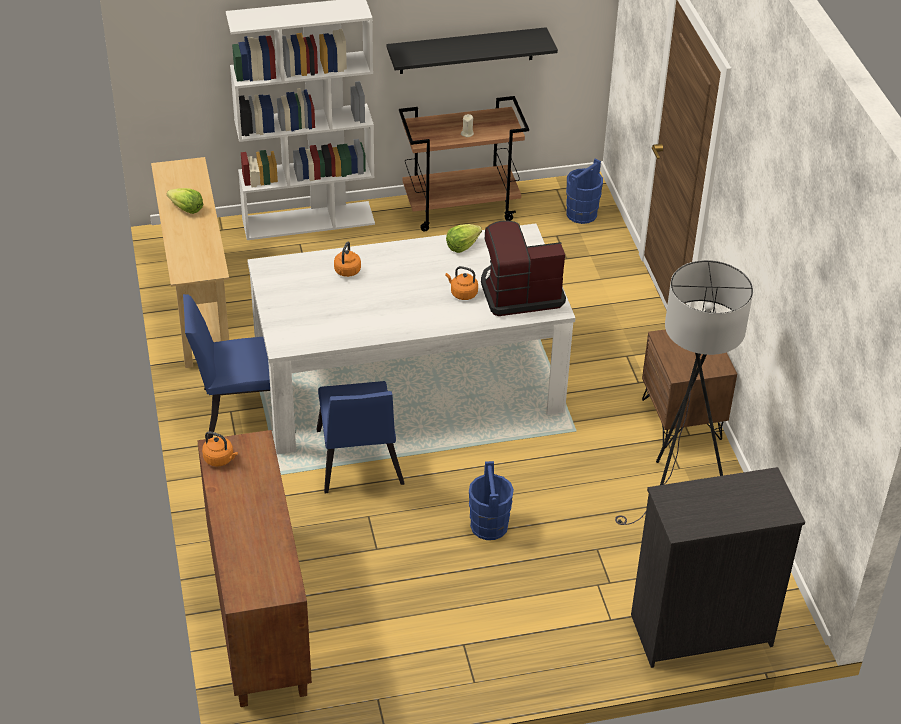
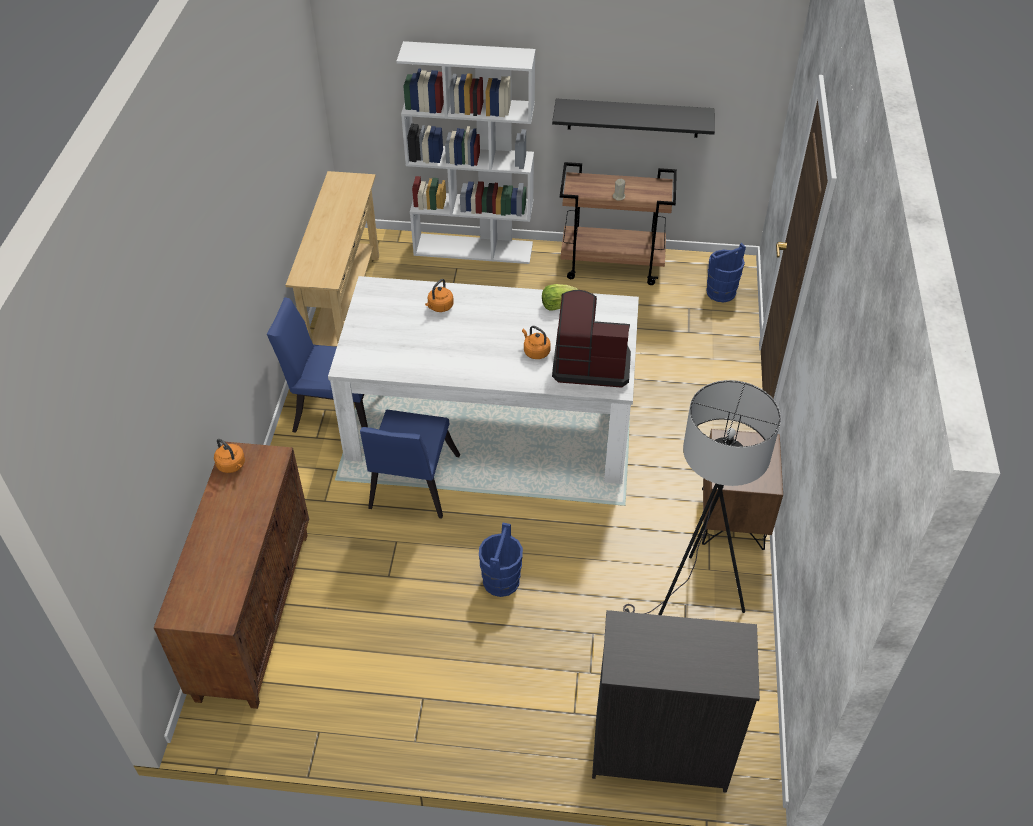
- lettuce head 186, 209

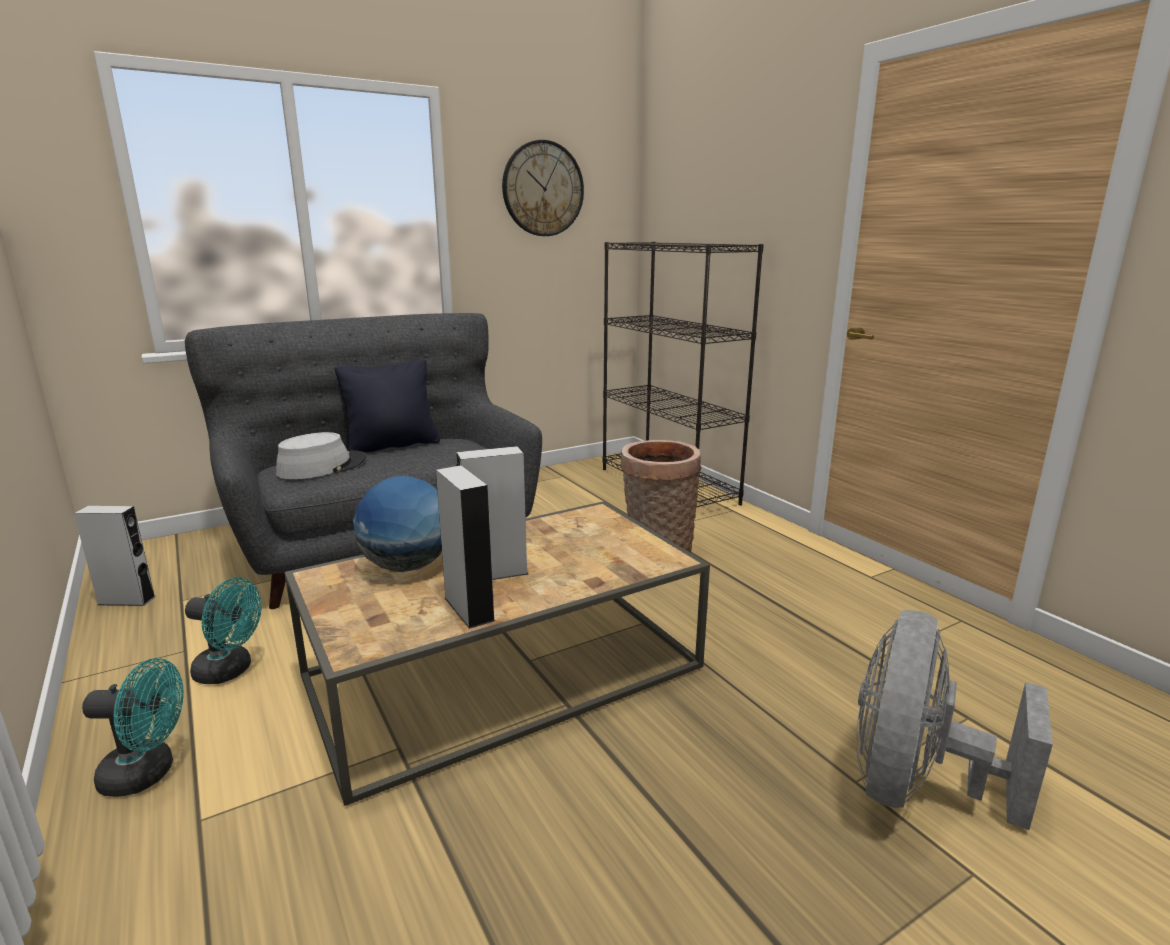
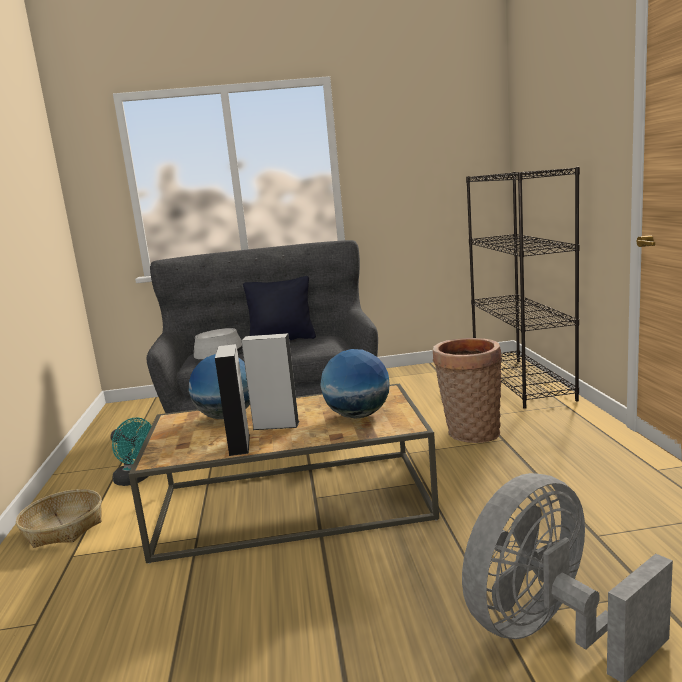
- audio speaker (gray) 126, 600
- hanging clock 543, 189
+ globe 357, 415
~ electric fan (turquoise) 148, 773 to storage basket 63, 527

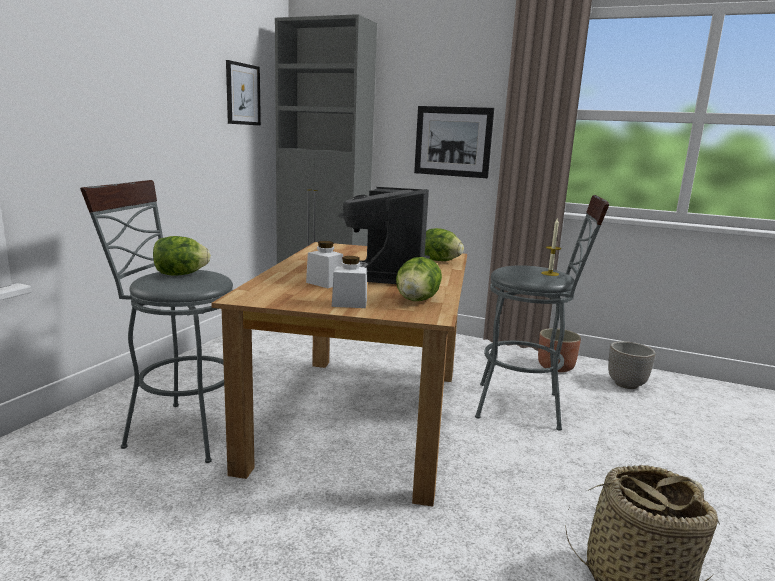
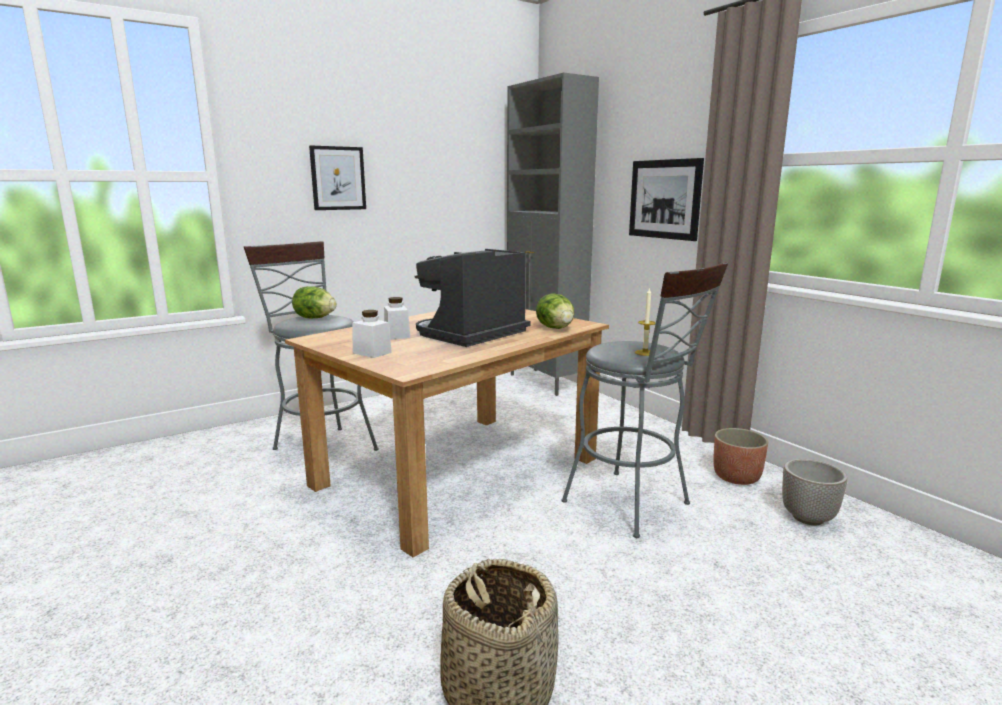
- lettuce head 417, 300
~ wall art 242, 94 to 338, 178

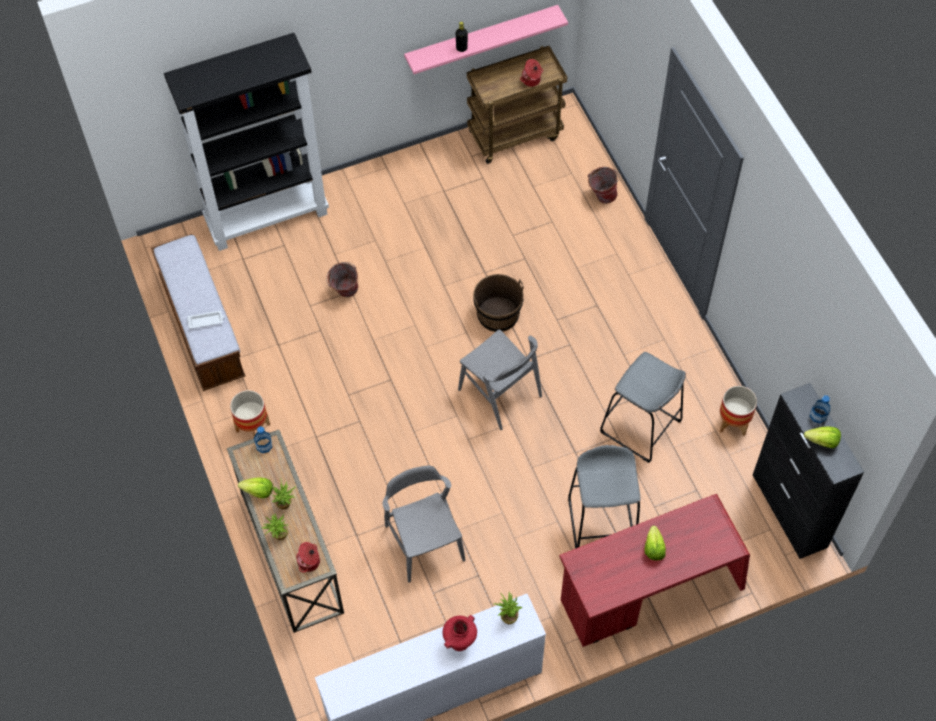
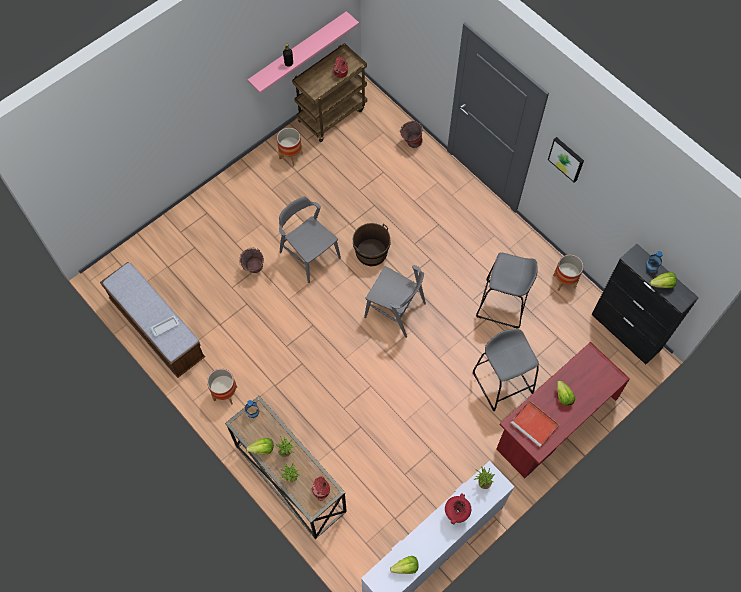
- bookcase (blackish) 268, 217
+ planter 291, 156
+ lettuce head 405, 567
+ serving tray (reddish) 535, 424
+ wall art 566, 159
~ chair (gray) 425, 542 to 310, 255

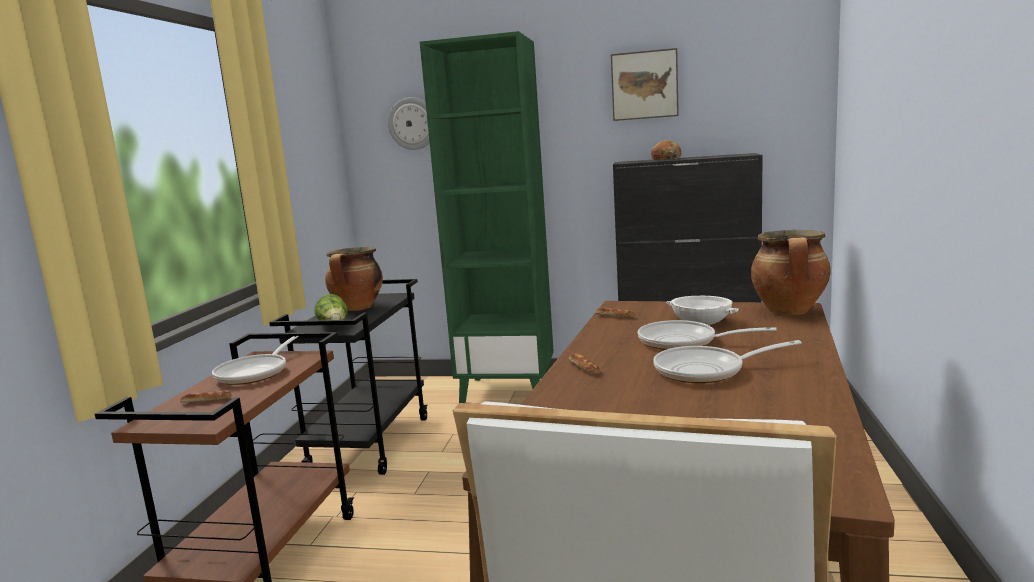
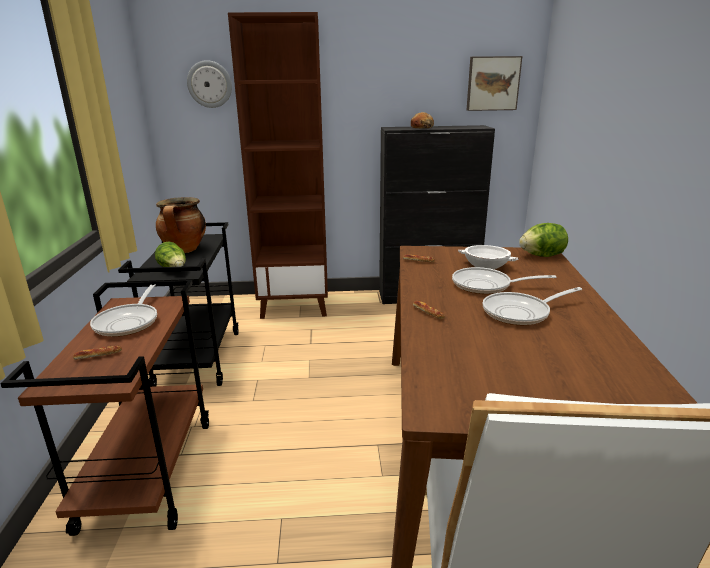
~ wall art 644, 85 to 492, 83
~ stockpot 790, 311 to lettuce head 541, 256
~ bookcase (green) 508, 390 to bookcase (brown) 295, 305

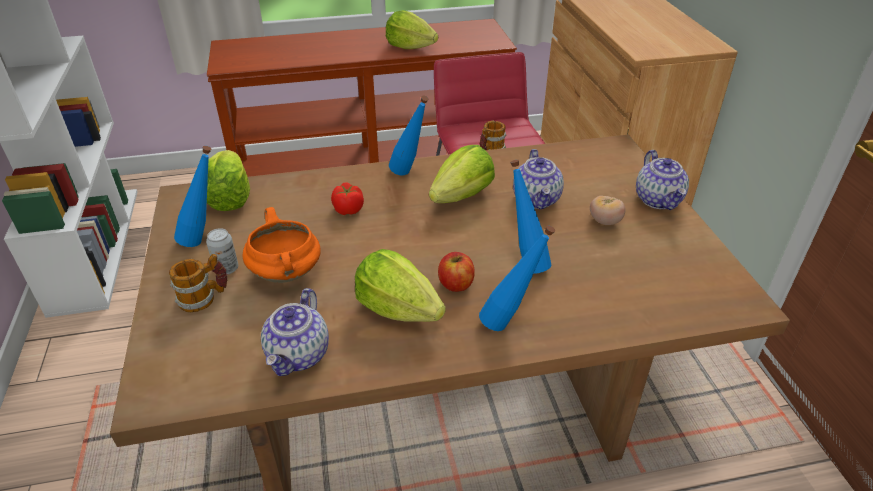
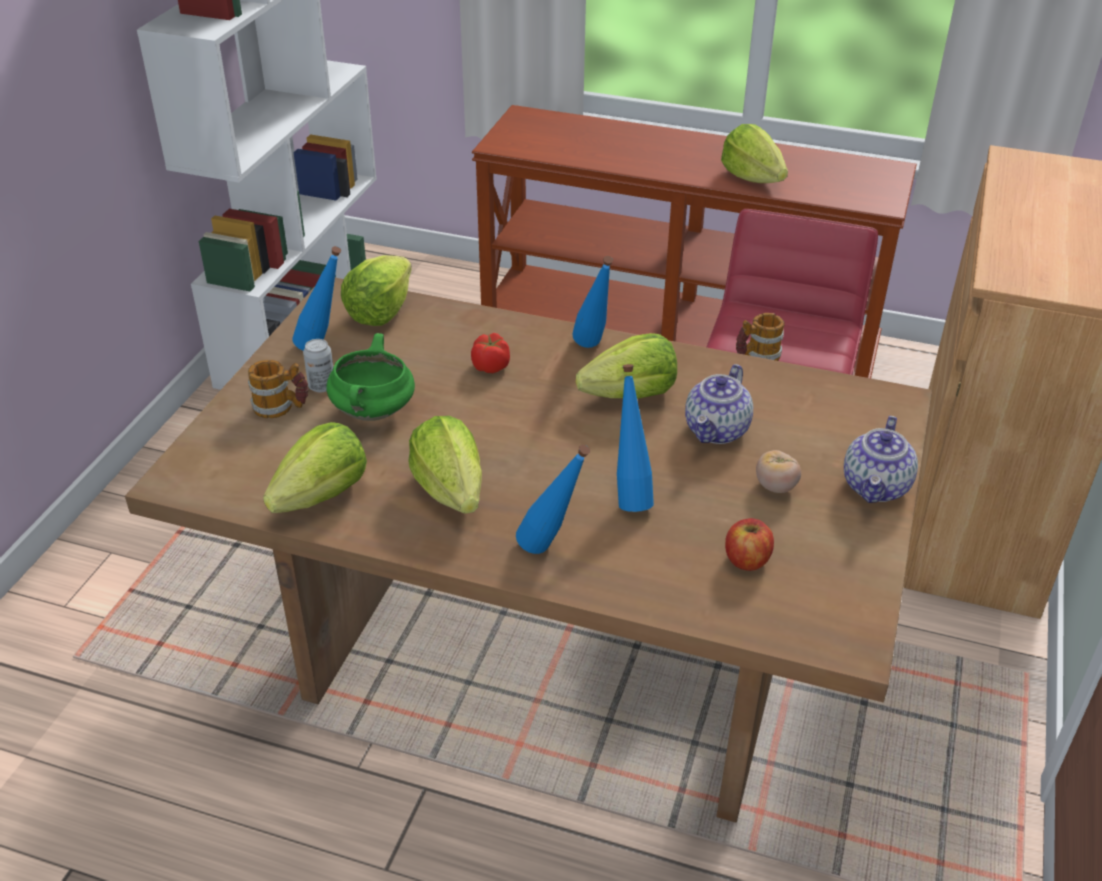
~ apple fruit 455, 284 to 746, 560
~ tea pot 299, 355 to lettuce head 322, 496
~ stockpot (orange) 287, 273 to stockpot (green) 374, 412

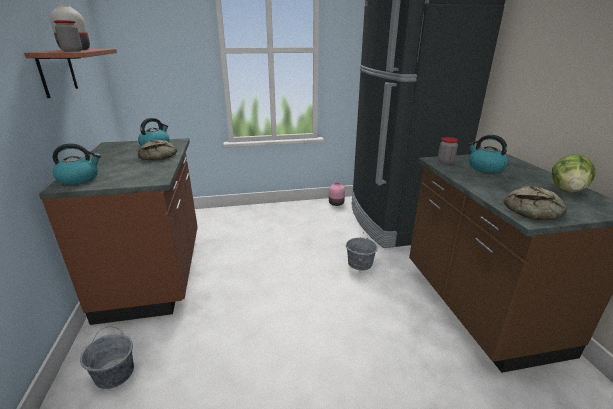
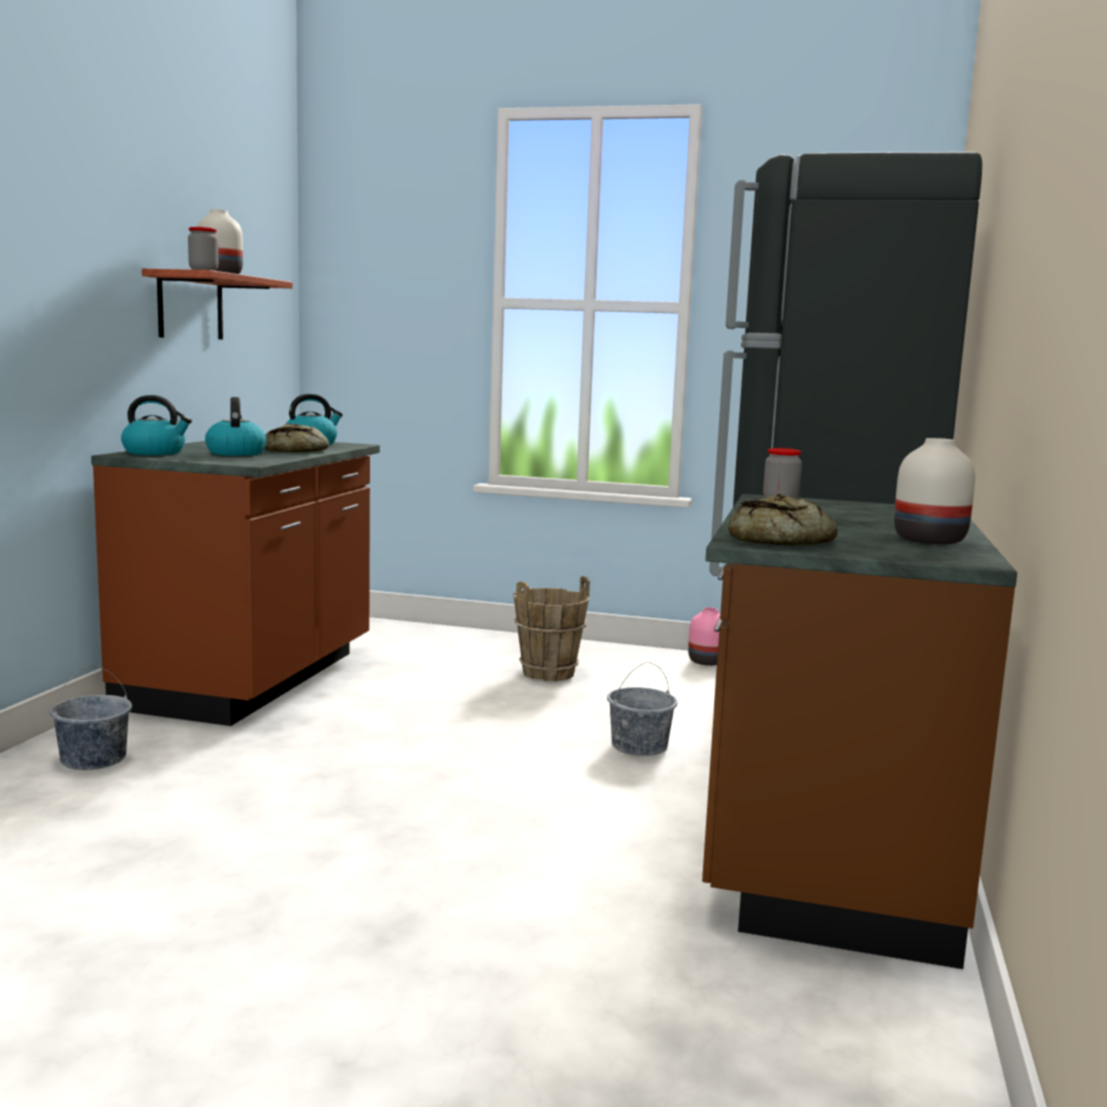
+ bucket (brown) 548, 673
~ kettle 485, 167 to 235, 453
~ lettuce head 567, 190 to flower vase (white) 931, 540

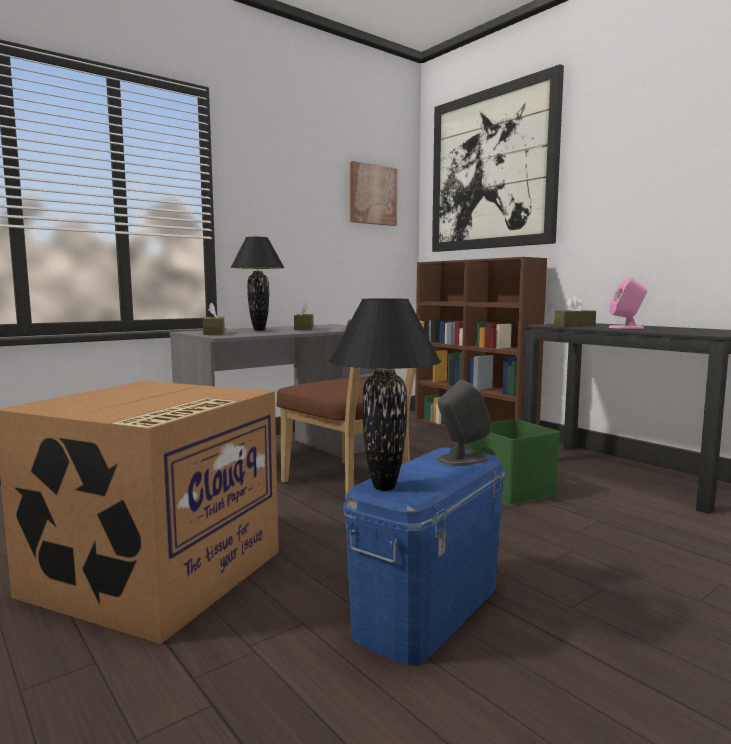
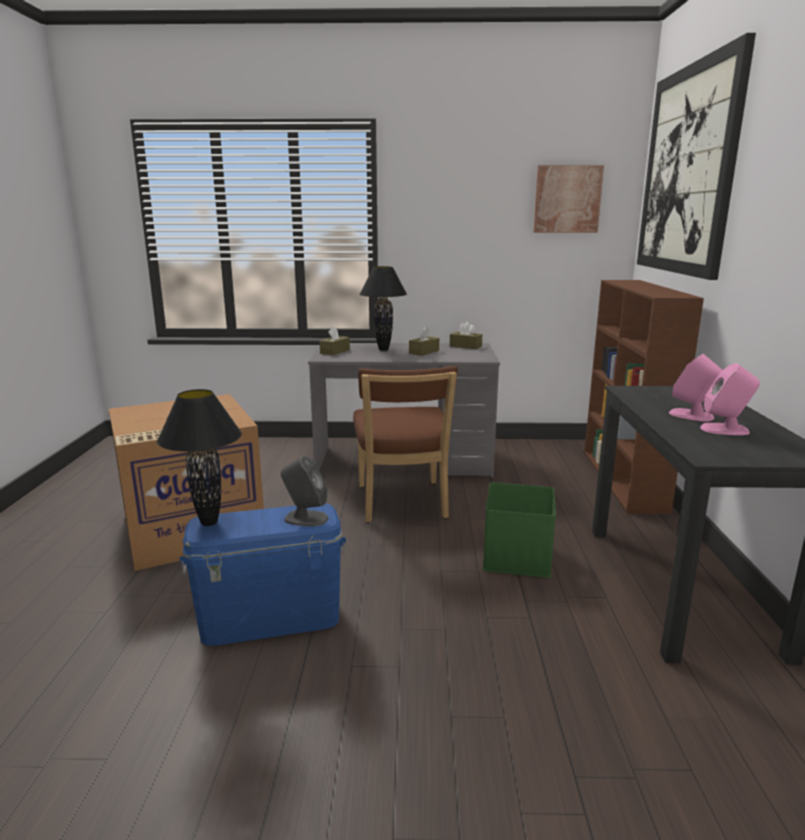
+ audio speaker (pink-coloured) 725, 429
~ box of tissues (brown) 574, 325 to 465, 346

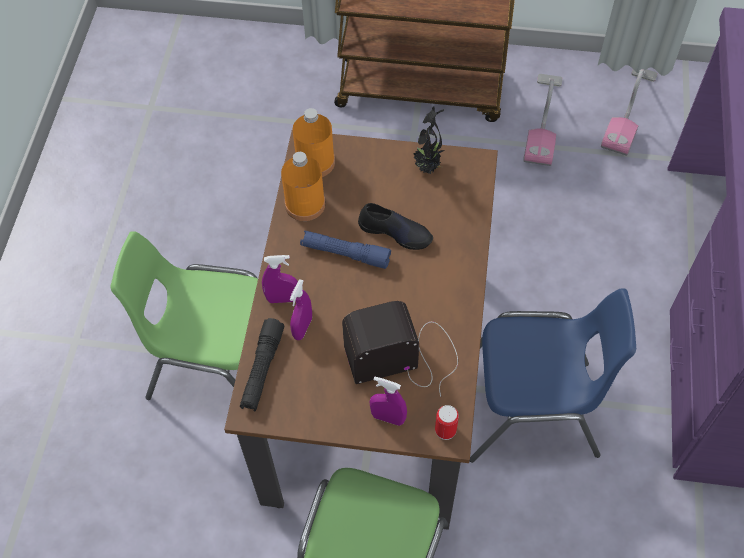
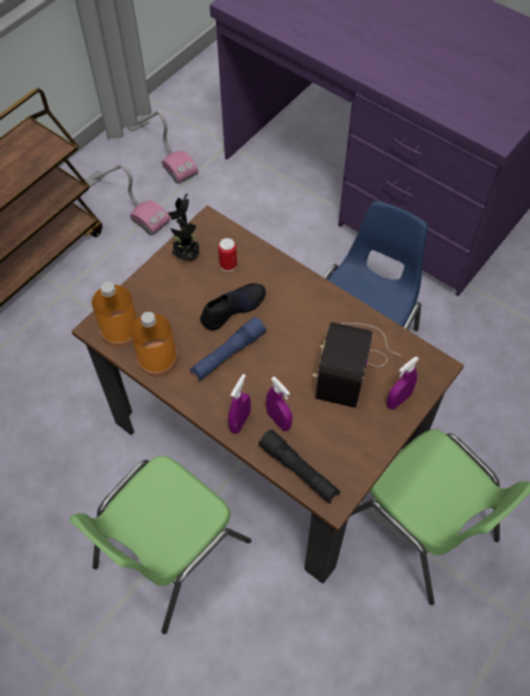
~ sealed can 445, 430 to 228, 265

